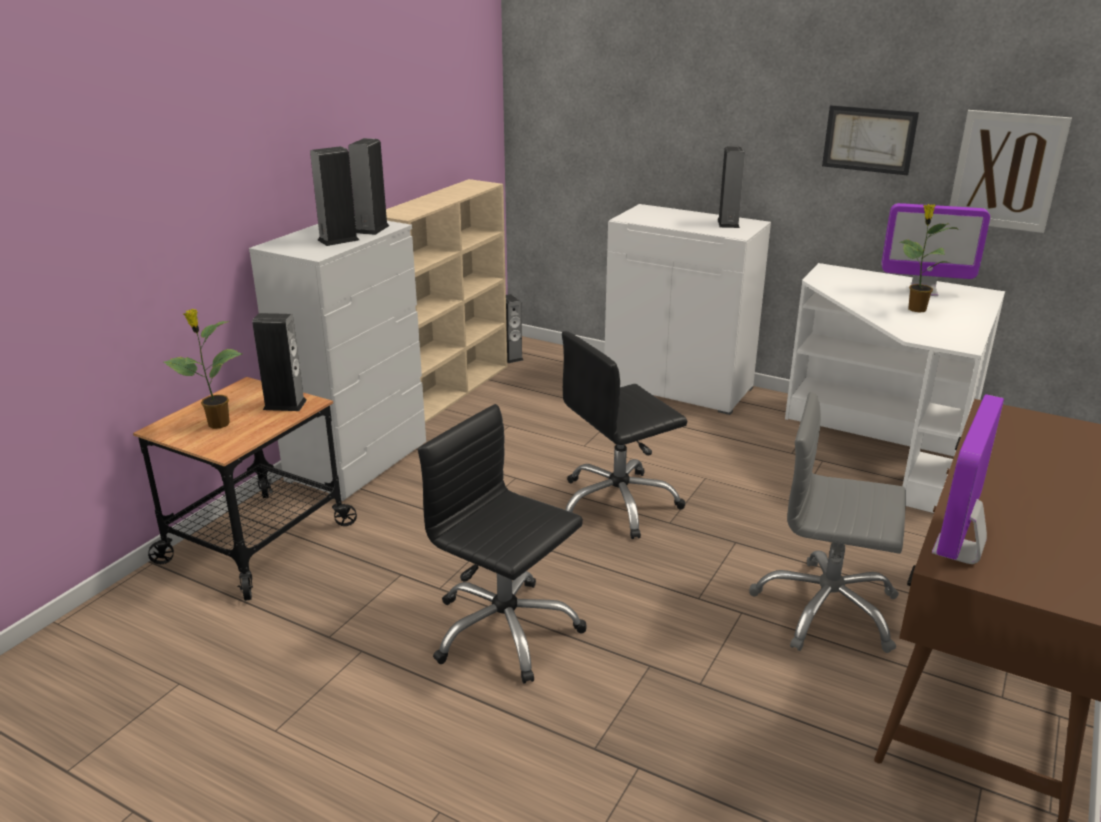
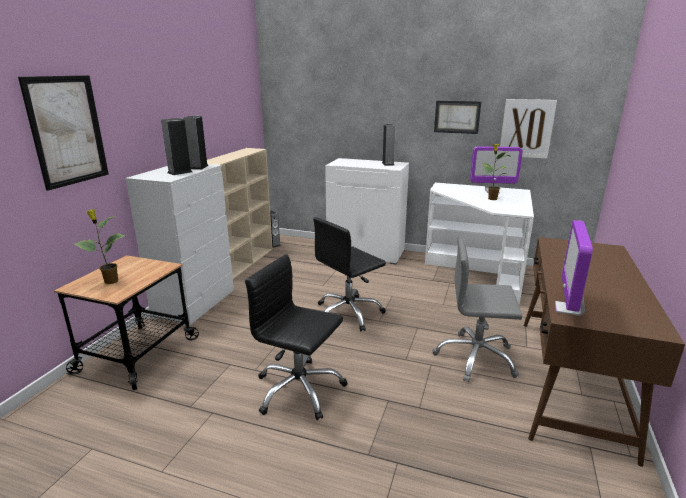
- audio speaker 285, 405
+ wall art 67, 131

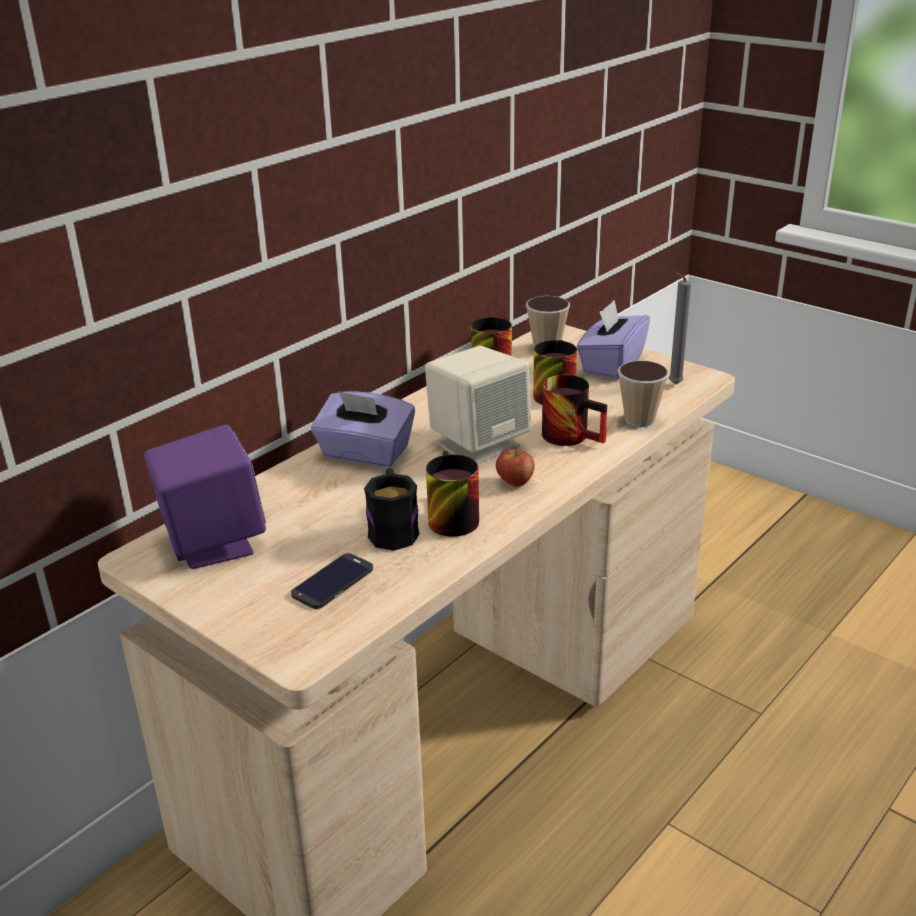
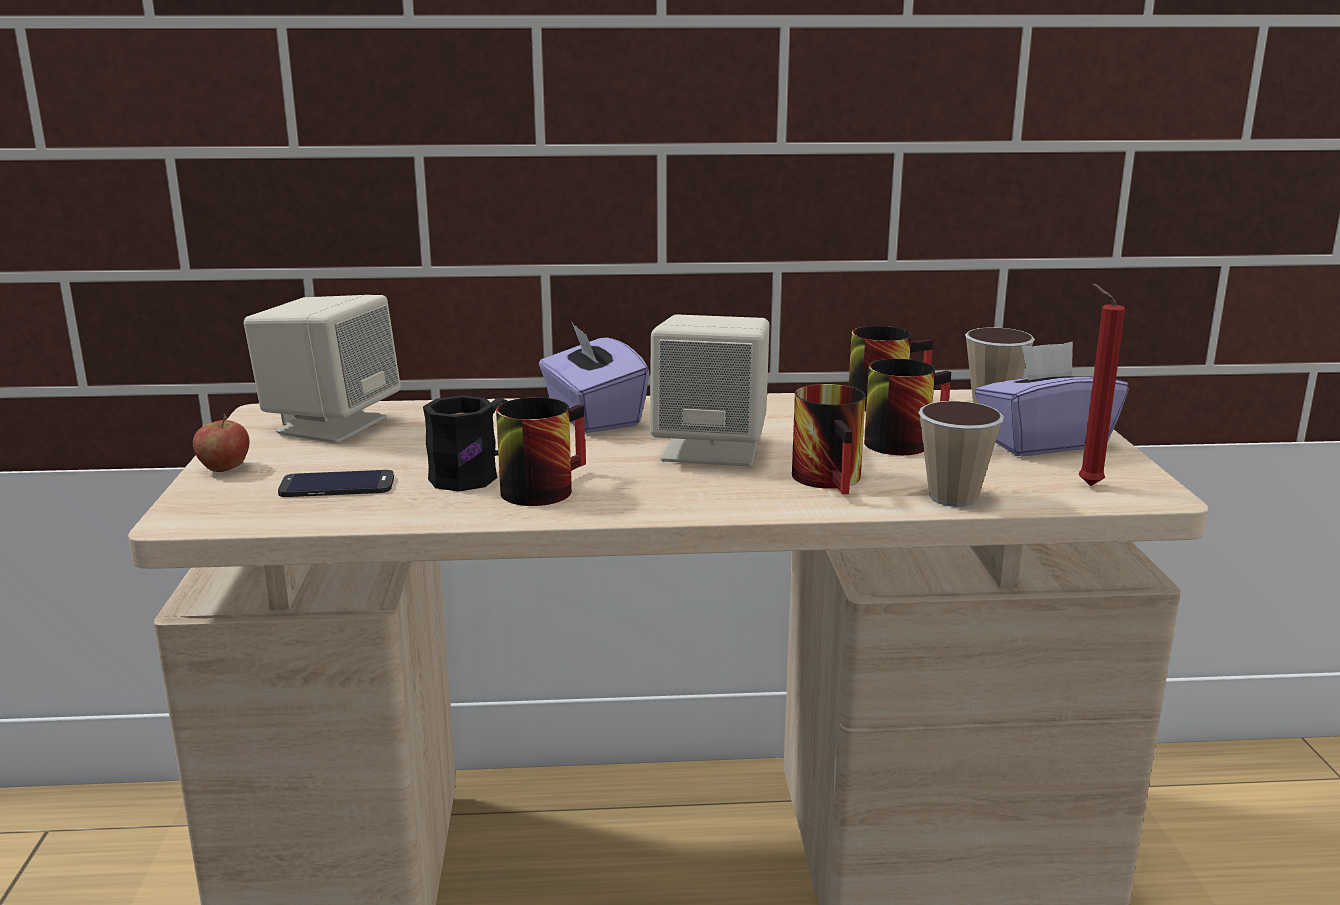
~ apple fruit 515, 482 to 224, 468
~ audio speaker (purple) 212, 543 to audio speaker (beige) 331, 425
~ wax candle (gray) 673, 384 to wax candle (reddish) 1085, 485

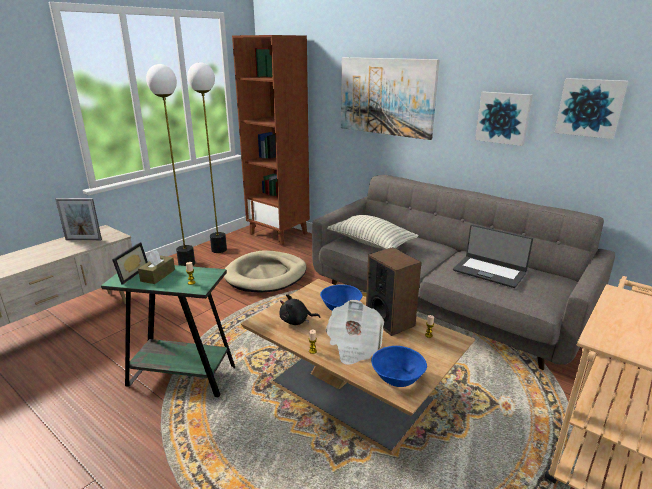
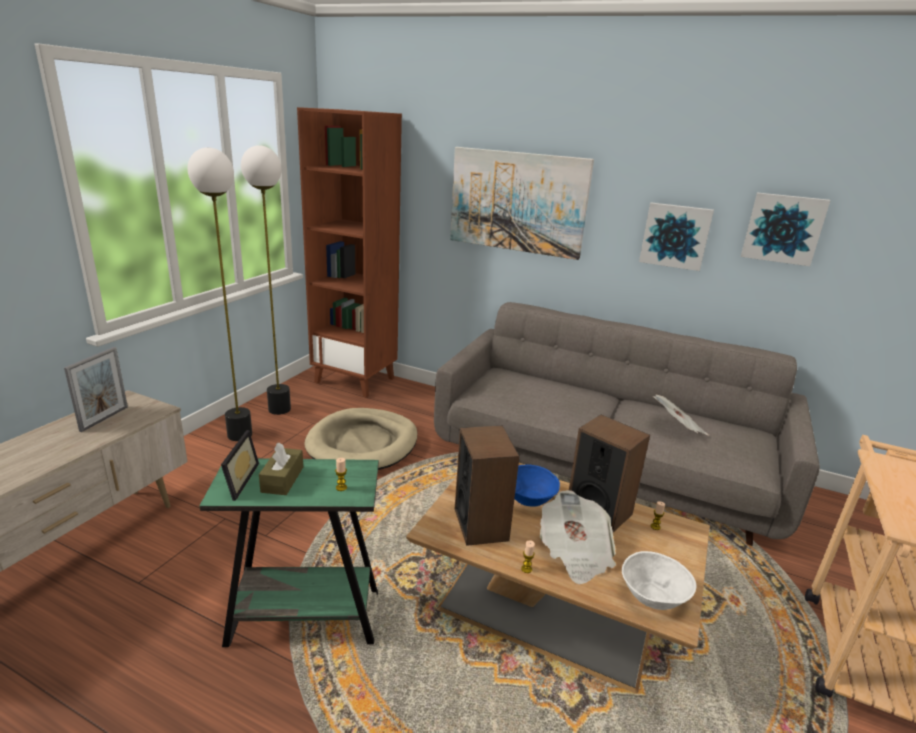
- throw pillow 371, 243
~ plush toy (blackish) 296, 321 to audio speaker 481, 524
~ portable computer 489, 271 to printed paper 677, 428
~ bowl (bluish) 397, 379 to bowl (white) 653, 597
~ photo frame 83, 239 = 104, 419 60 degrees counterclockwise

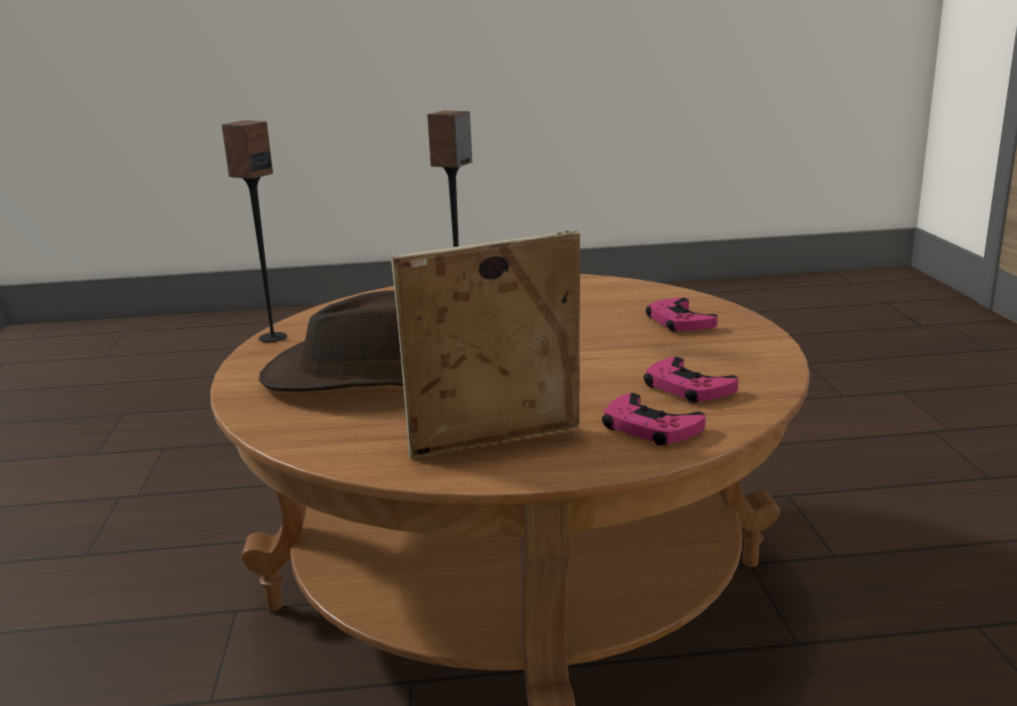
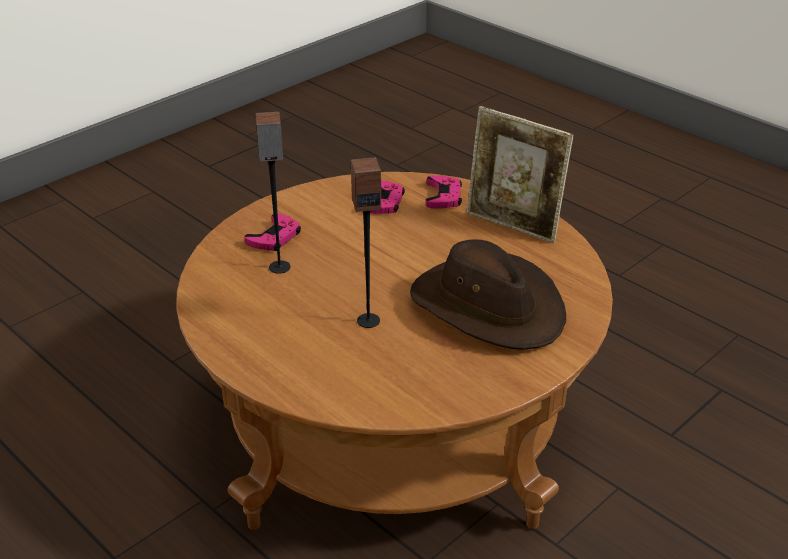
~ audio speaker 272, 337 to 279, 267

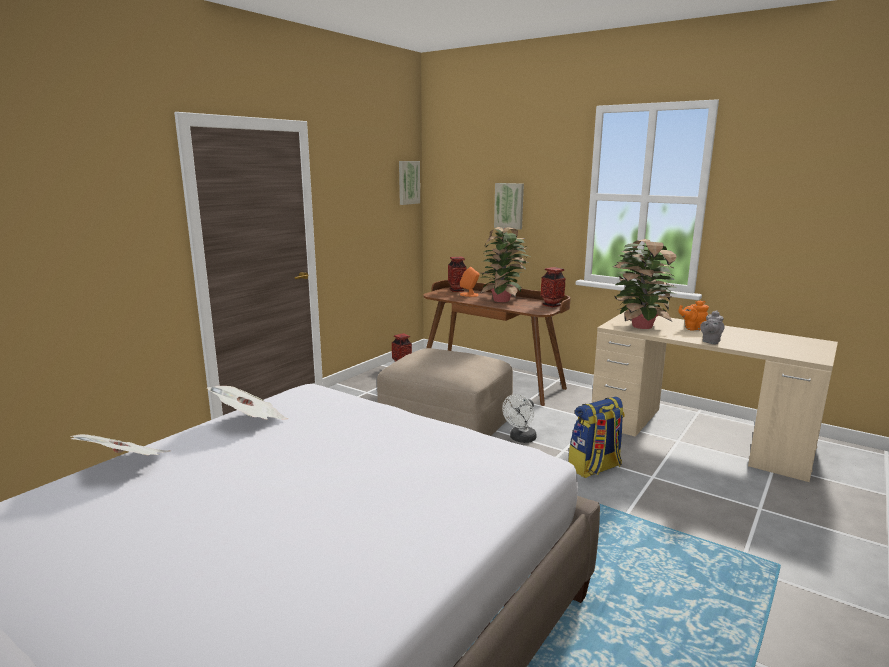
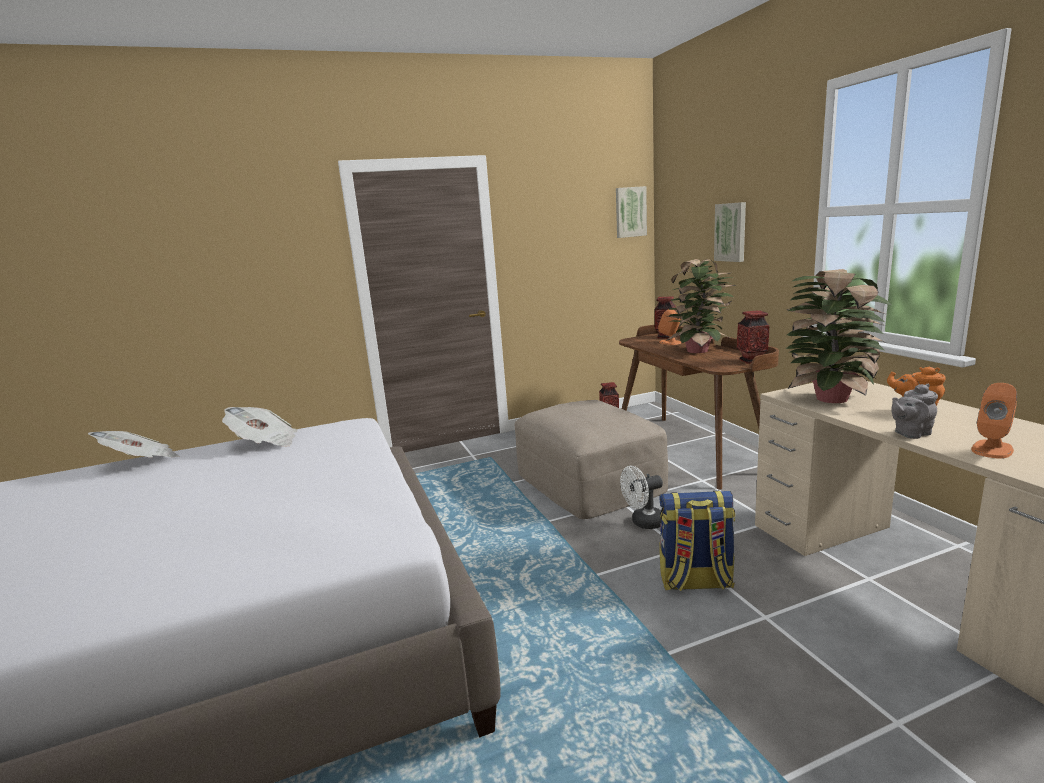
+ audio speaker (orange) 992, 449

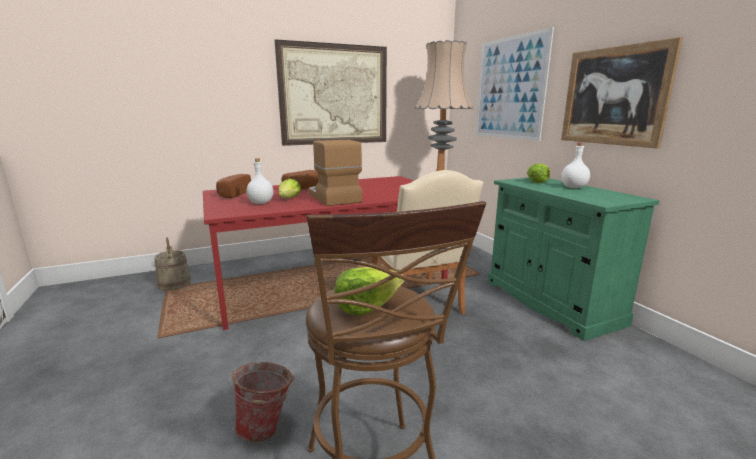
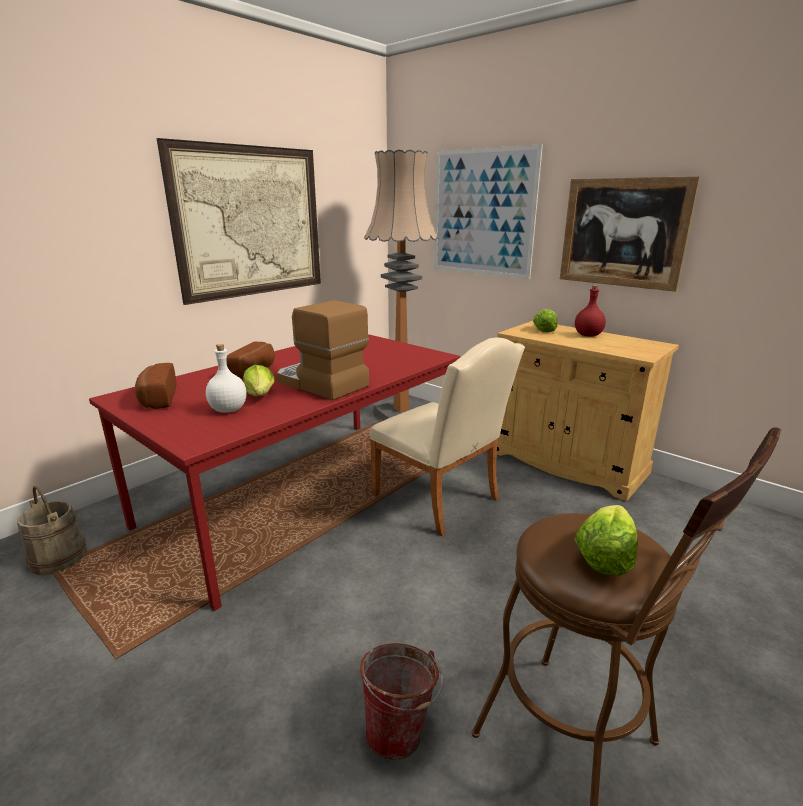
~ cupboard (green) 550, 302 to cupboard (beige) 567, 462
~ bottle (white) 573, 187 to bottle (reddish) 587, 335

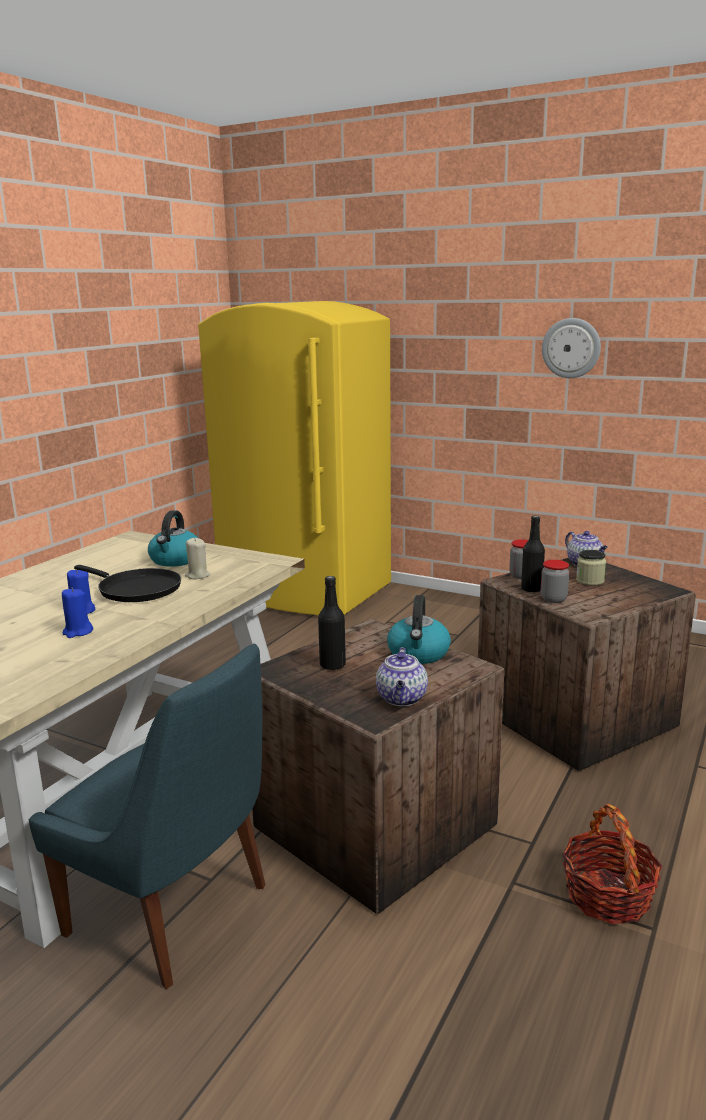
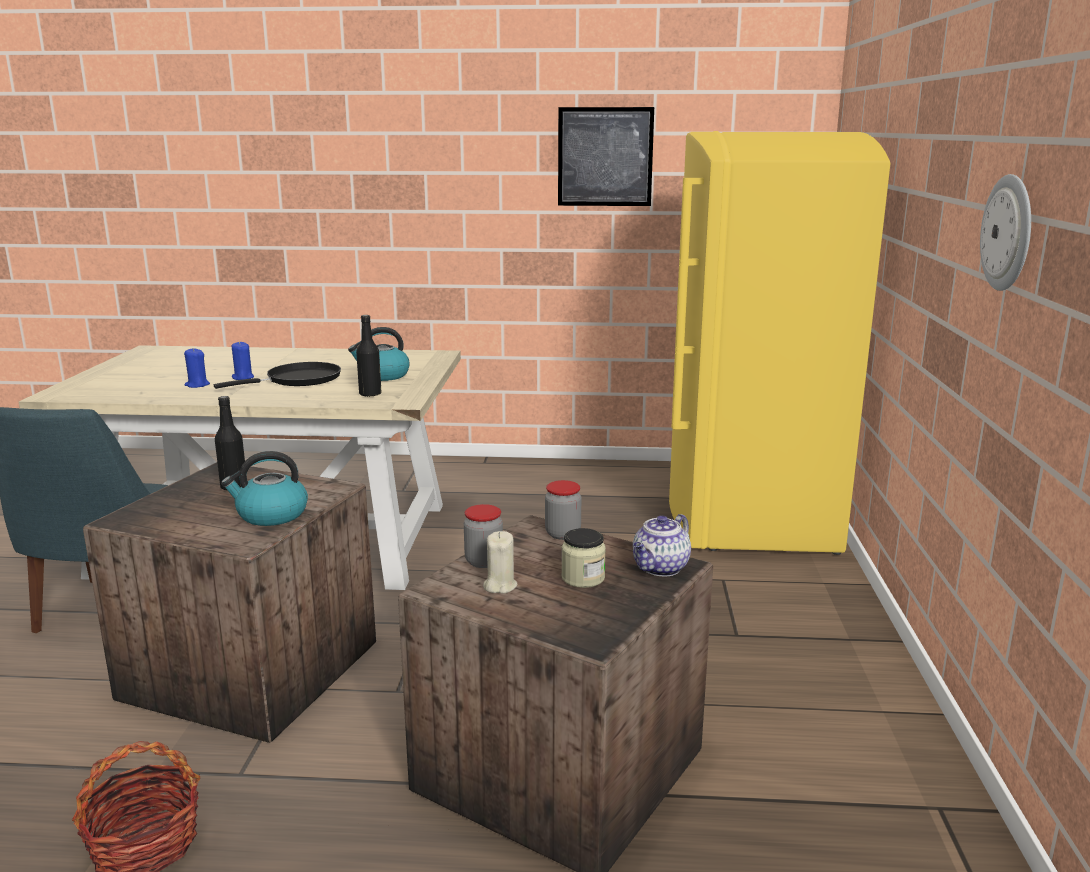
- tea pot 402, 699
+ wall art 605, 157
~ wax candle (beige) 197, 576 to 500, 586
~ bottle (blackish) 531, 589 to 370, 394
~ frying pan (blackish) 136, 589 = 298, 380 135 degrees counterclockwise

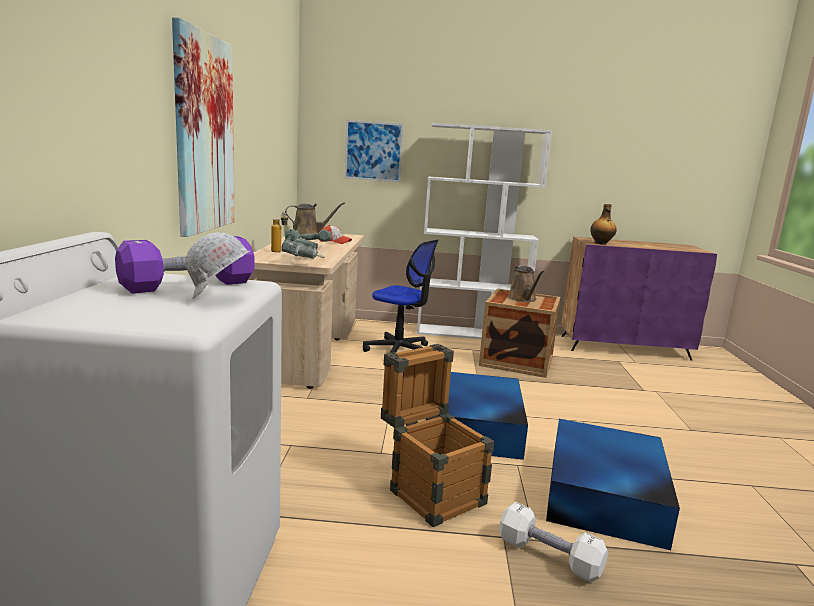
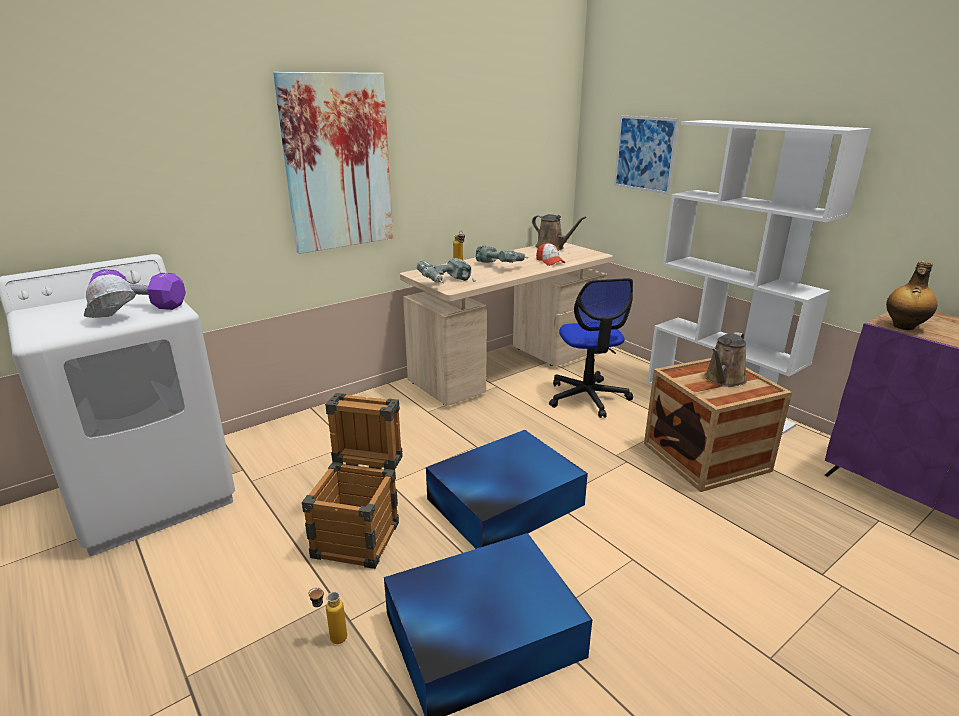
~ free weight (white) 549, 556 to bottle 331, 638

